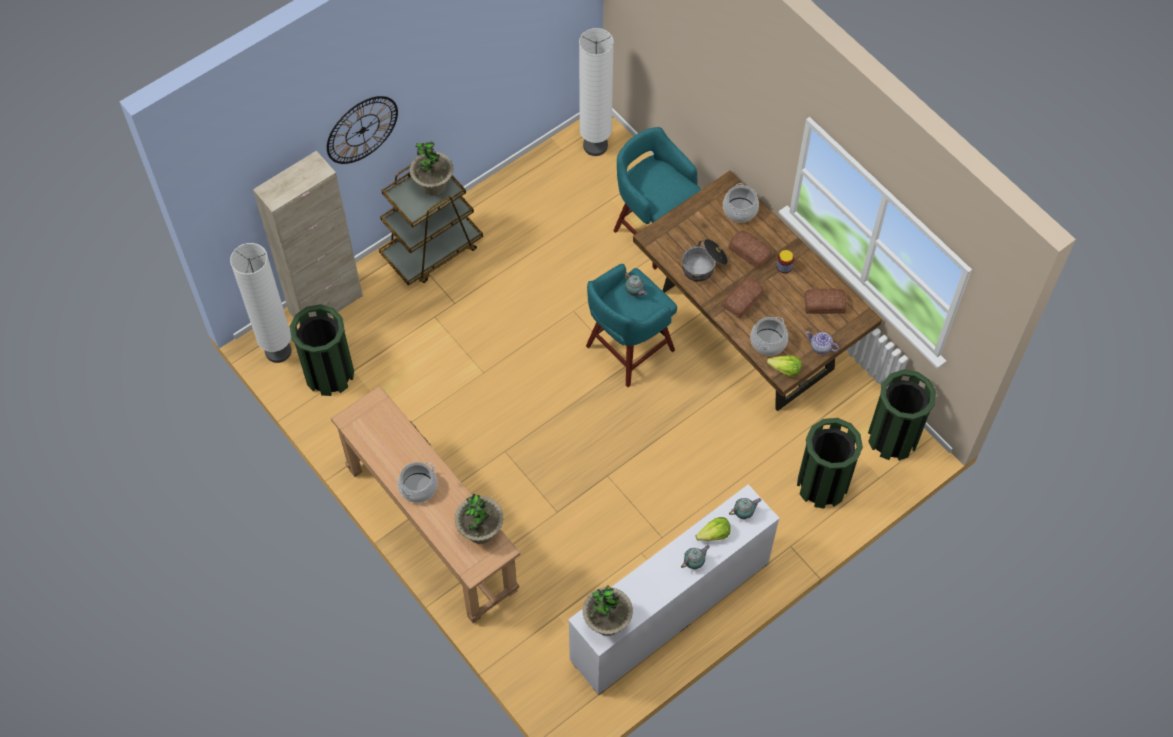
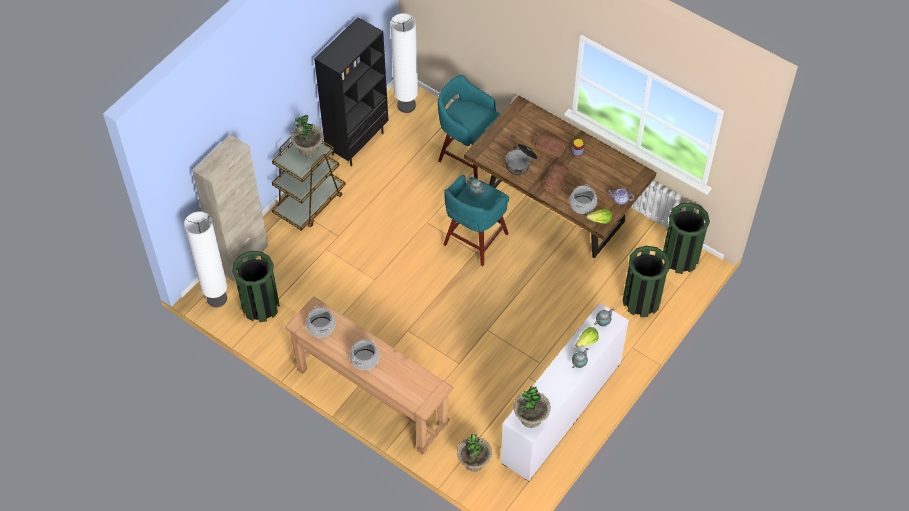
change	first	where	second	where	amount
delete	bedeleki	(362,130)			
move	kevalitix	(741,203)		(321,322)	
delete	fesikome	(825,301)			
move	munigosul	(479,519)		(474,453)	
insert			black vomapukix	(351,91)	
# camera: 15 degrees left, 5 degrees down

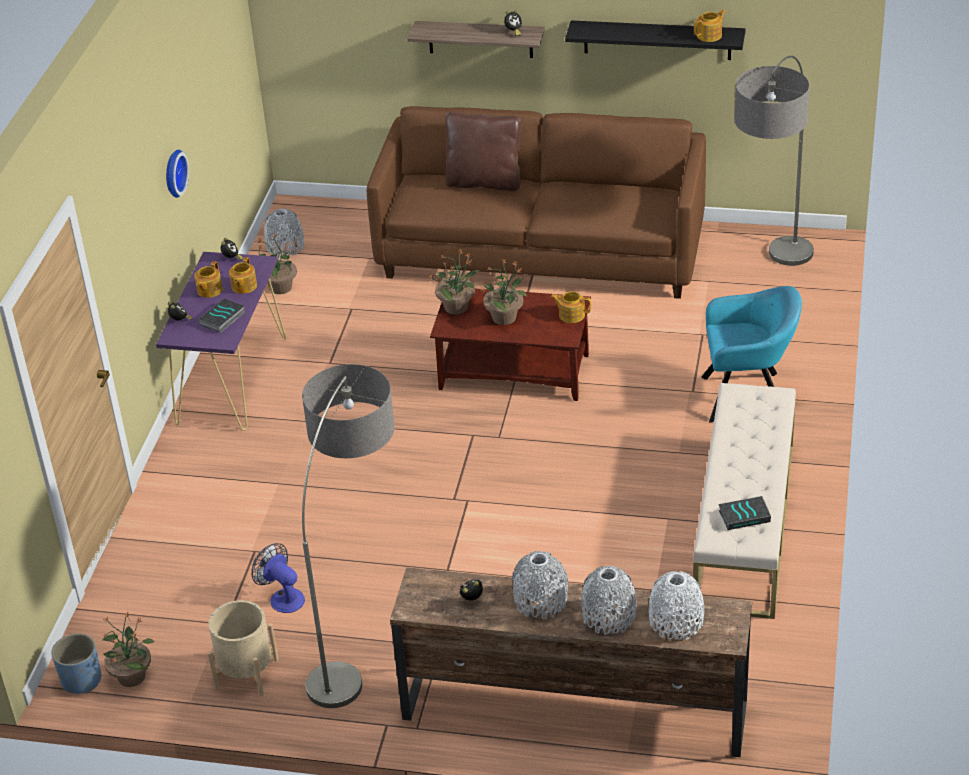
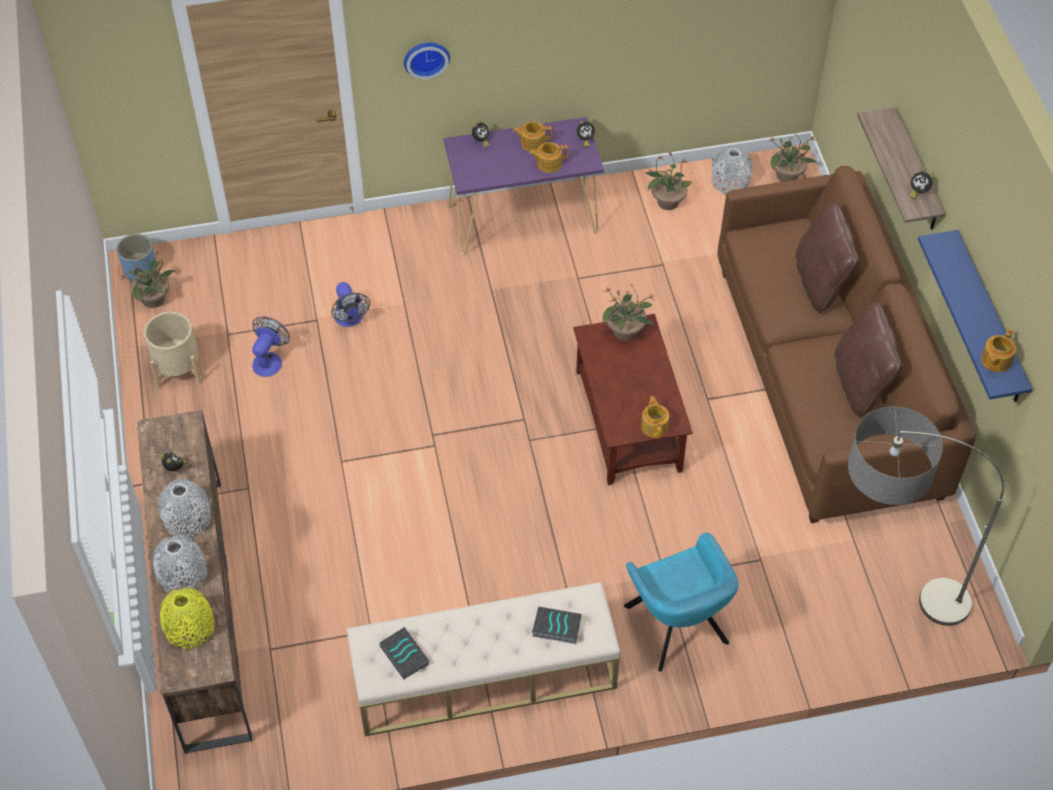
change	first	where	second	where	amount
rotate	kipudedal	(710,26)		(998,350)	90 degrees clockwise
recolor	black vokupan	(655,40)	blue vokupan	(975,316)	
move	bedeleki	(177,174)		(427,61)	
move	munigosul	(504,292)		(793,156)	
move	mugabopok	(222,316)		(556,625)	
delete	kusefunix	(348,536)			
recolor	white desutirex	(676,605)	yellow desutirex	(187,618)	
insert			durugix	(350,304)	
insert			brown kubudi	(869,359)	
# camera: 65 degrees right, 15 degrees up

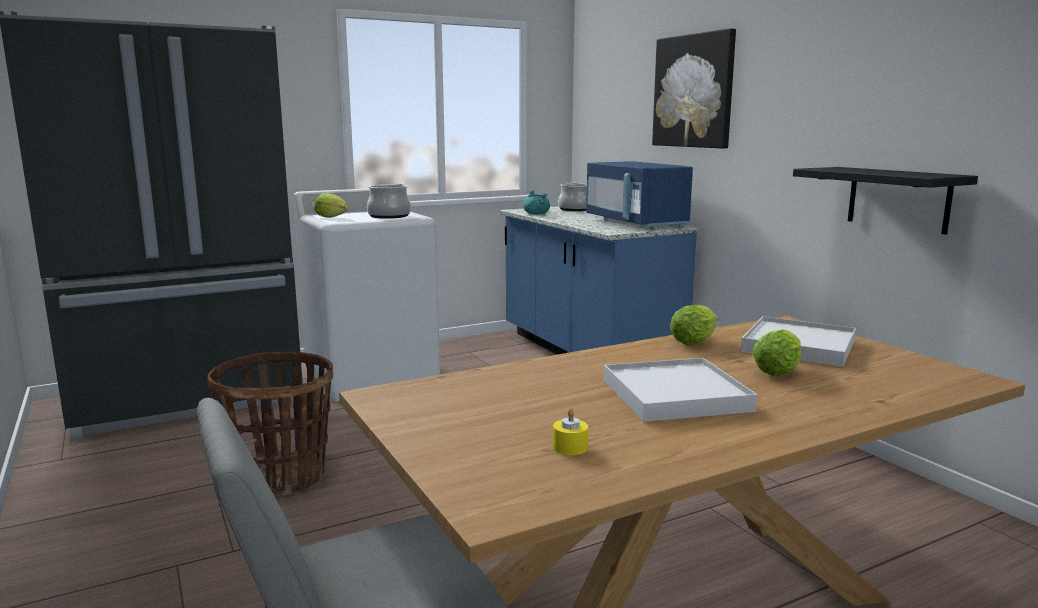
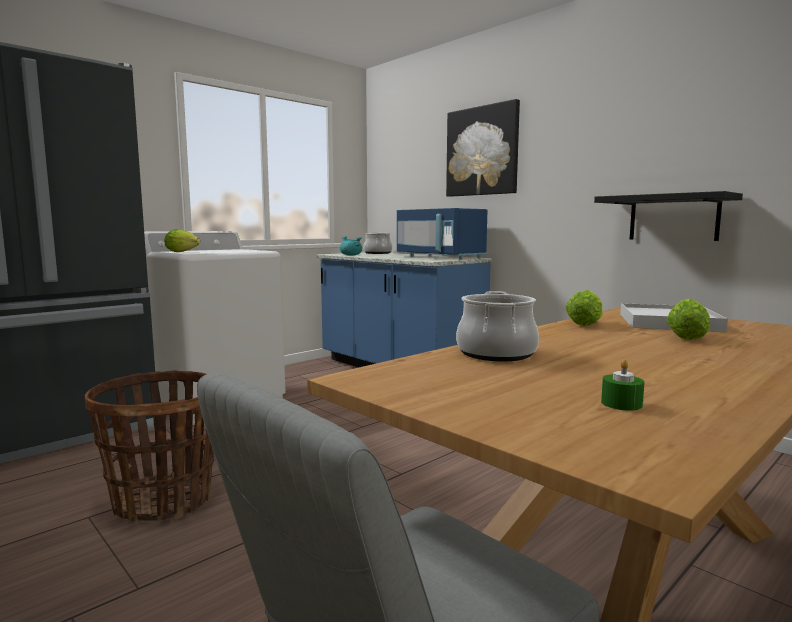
change	first	where	second	where	amount
move	kevalitix	(389,201)		(497,326)	
delete	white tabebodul	(680,390)			
recolor	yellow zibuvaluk	(570,431)	green zibuvaluk	(623,385)	
# camera: 15 degrees left, 5 degrees down

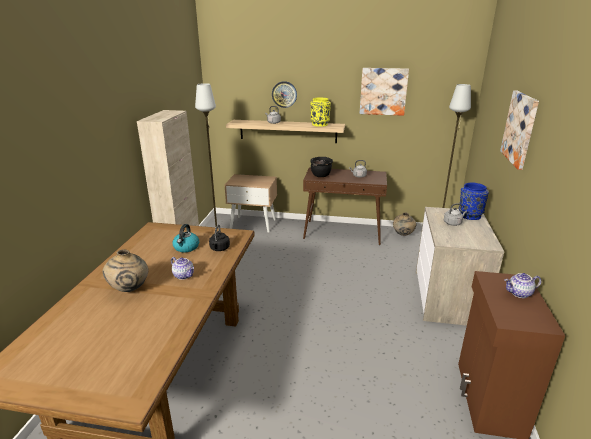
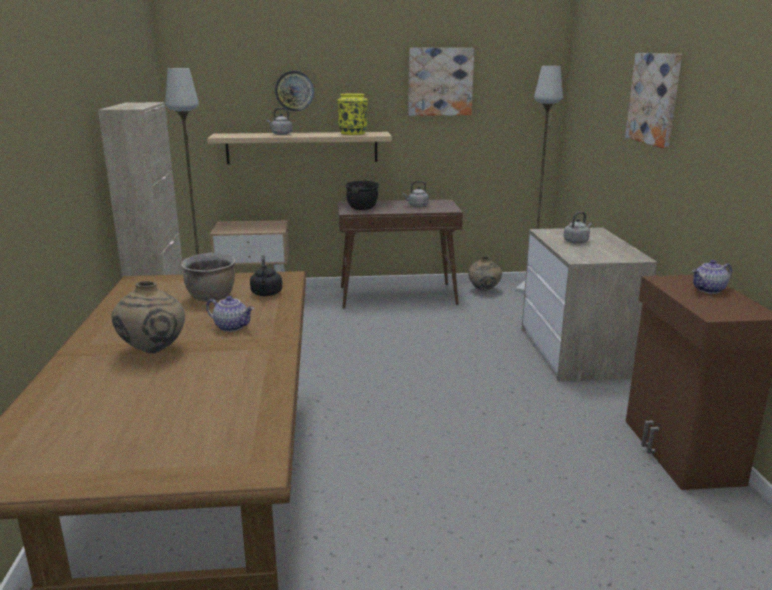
change	first	where	second	where	amount
delete	blue desutirex	(474,201)			
replace	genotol	(186,238)	brown kevalitix	(208,277)	
# camera: 15 degrees left, 5 degrees down

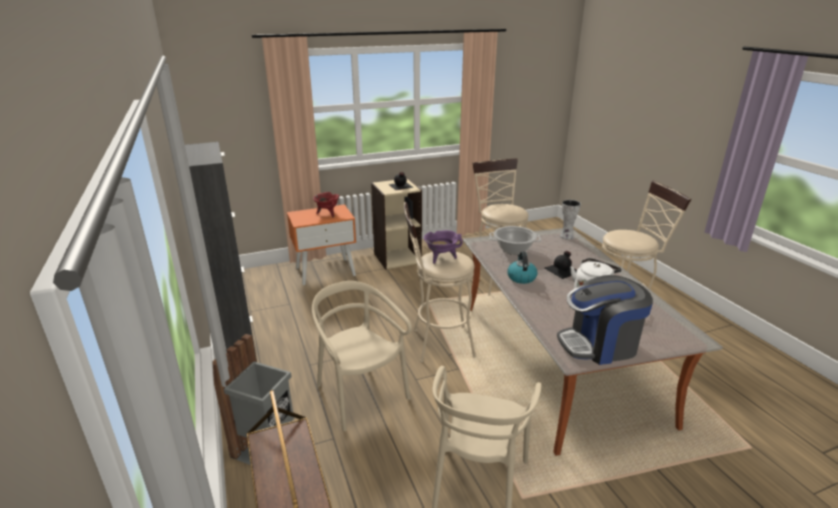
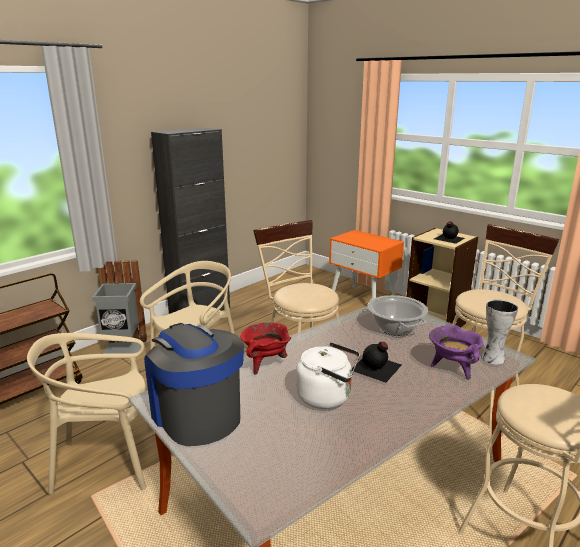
change	first	where	second	where	amount
move	red kevalitix	(326,204)		(265,349)	
move	purple kevalitix	(443,247)		(456,352)	
delete	genotol	(522,267)			
# camera: 65 degrees right, 5 degrees down

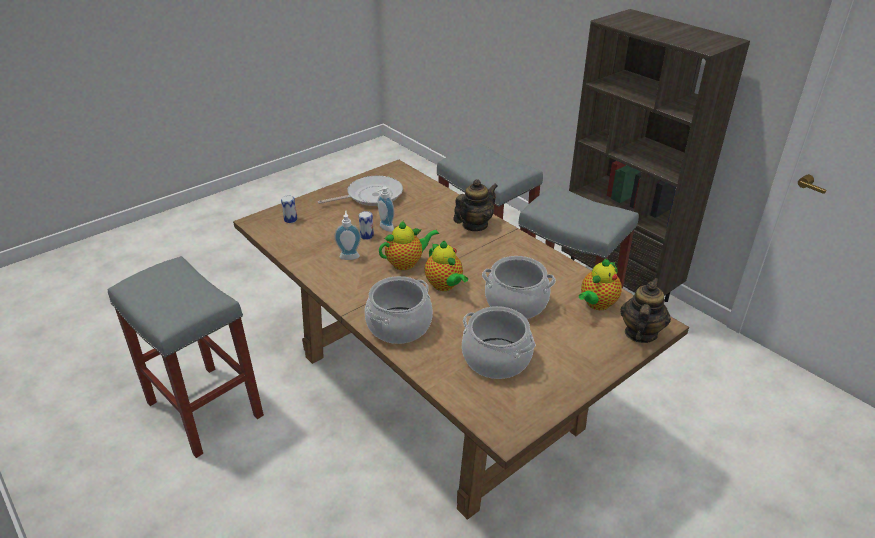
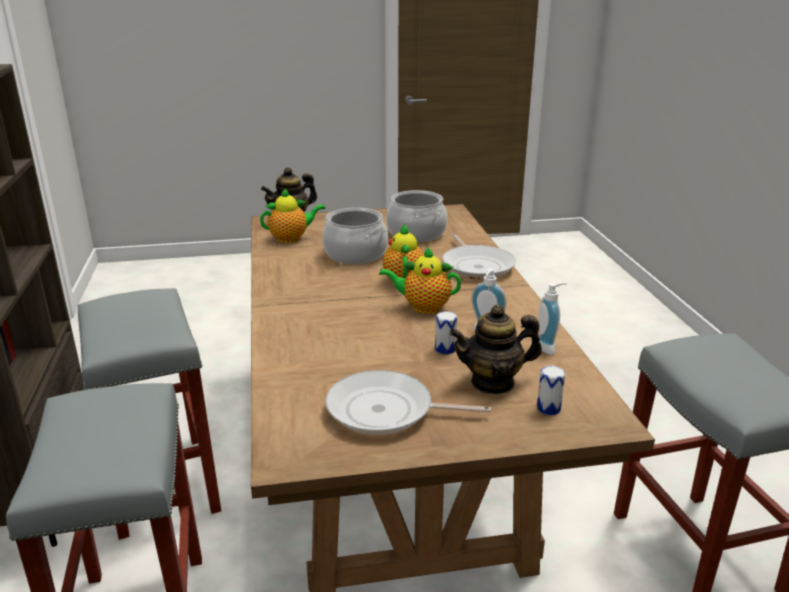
change	first	where	second	where	amount
move	kipudedal	(475,205)		(495,349)	
move	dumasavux	(385,209)		(553,319)	
replace	kevalitix	(399,310)	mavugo	(479,256)	
# camera: 150 degrees left, 10 degrees down

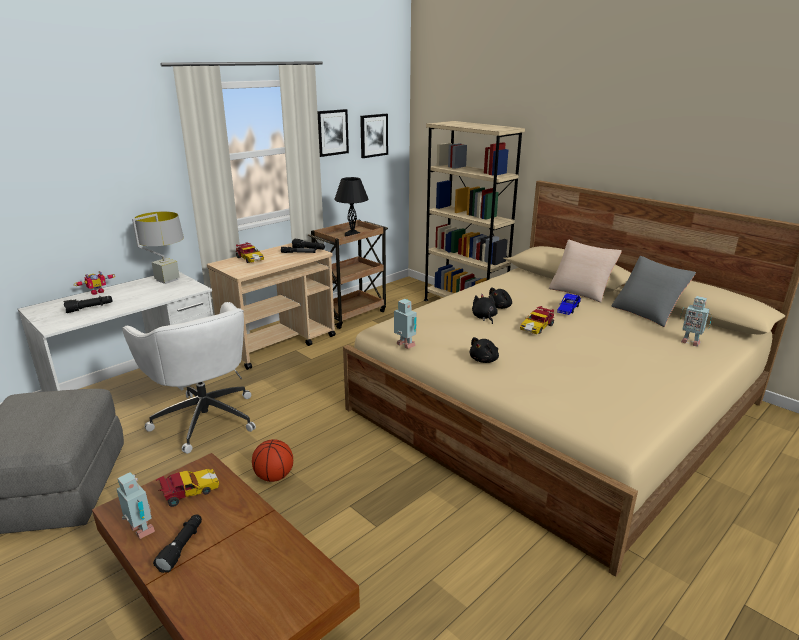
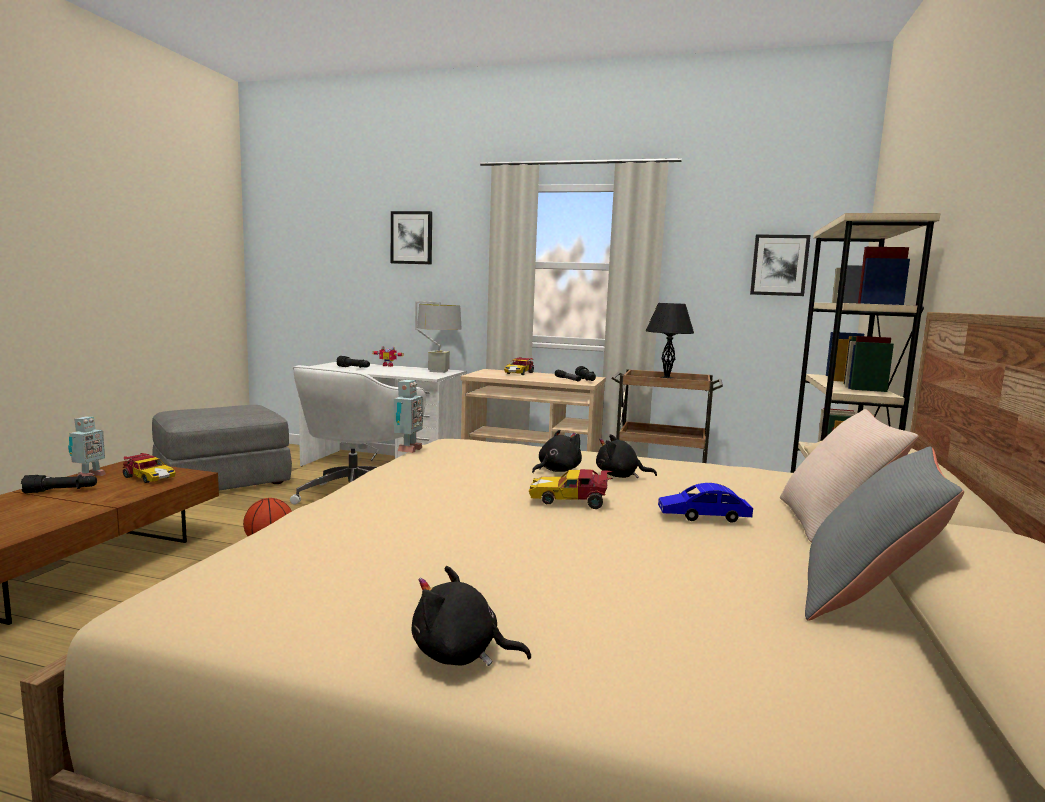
change	first	where	second	where	amount
move	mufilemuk	(333,133)		(411,237)	
delete	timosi	(696,321)			
move	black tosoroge	(484,350)		(471,616)	
# camera: 60 degrees right, 15 degrees down

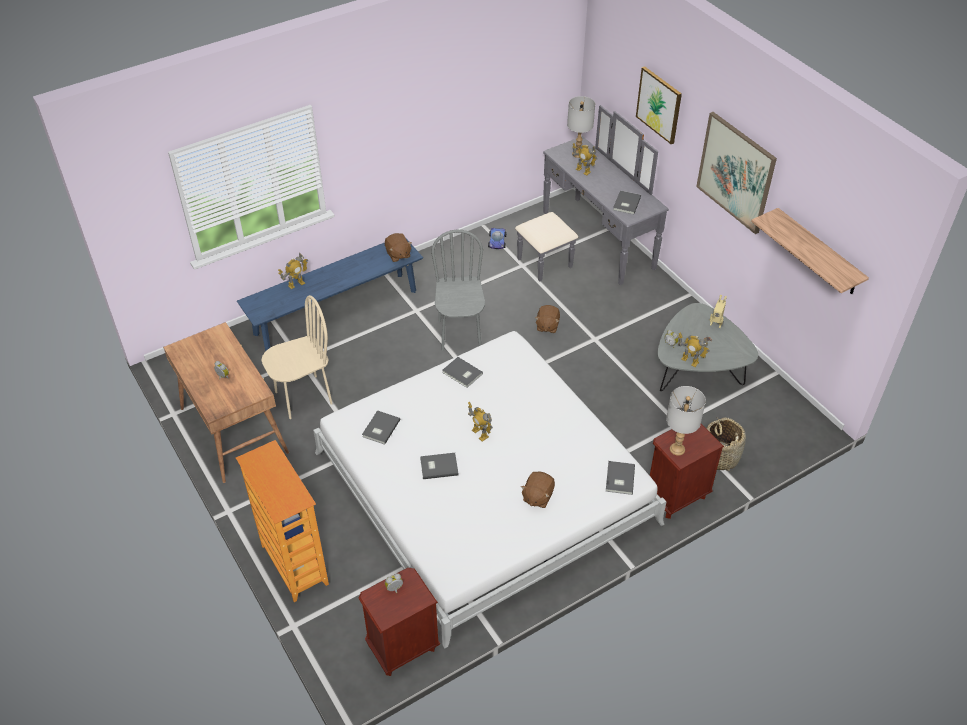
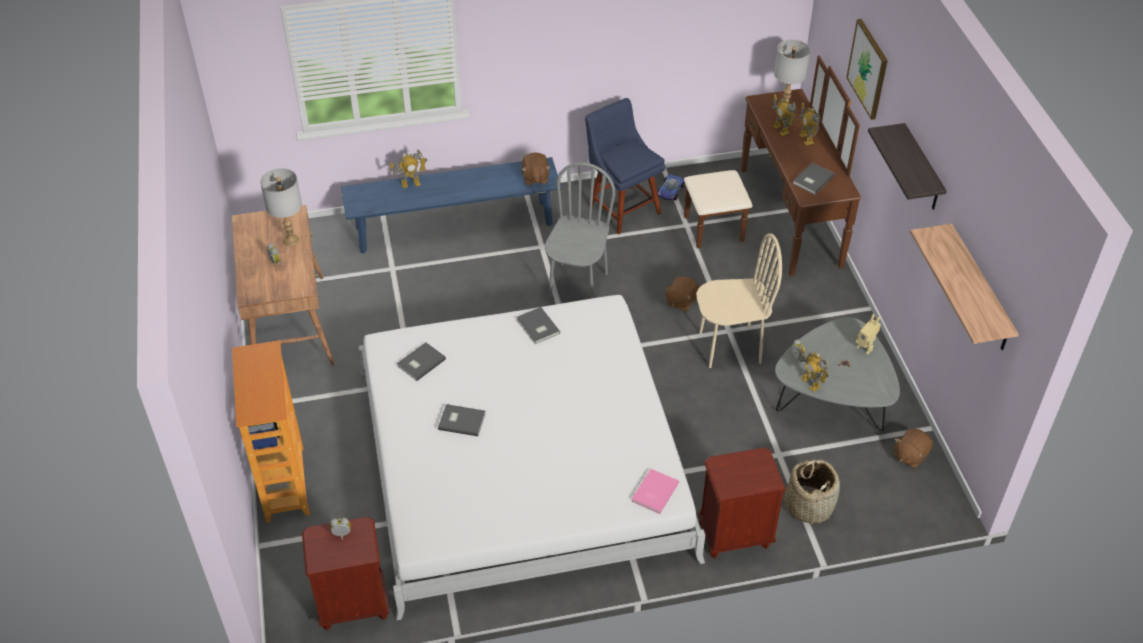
change	first	where	second	where	amount
recolor	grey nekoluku	(592,195)	brown nekoluku	(772,165)	
replace	mufilemuk	(736,173)	vokupan	(907,166)	
move	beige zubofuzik	(297,357)		(739,300)	
move	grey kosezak	(686,420)		(281,207)	
move	timosi	(480,422)		(809,123)	
recolor	grey mugabopok	(620,478)	pink mugabopok	(655,491)	
move	brown tosoroge	(538,489)		(913,448)	
insert			blue zubofuzik	(625,166)	
# camera: 20 degrees right, 0 degrees up

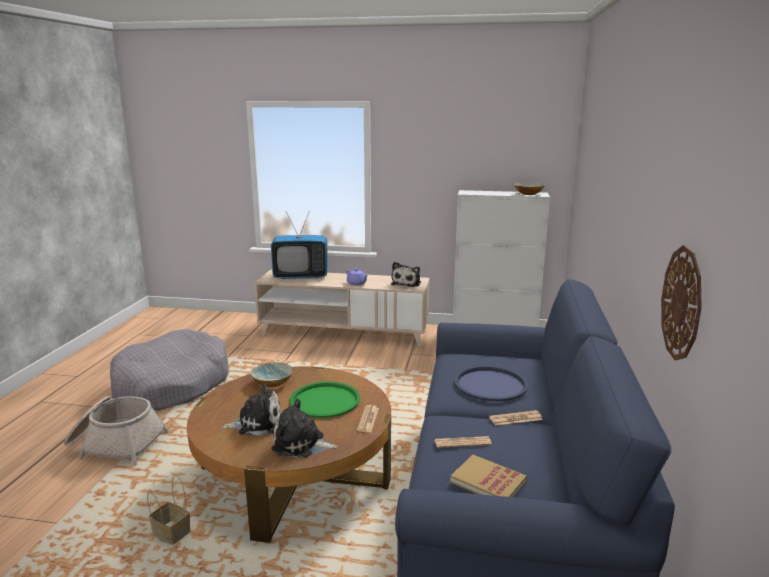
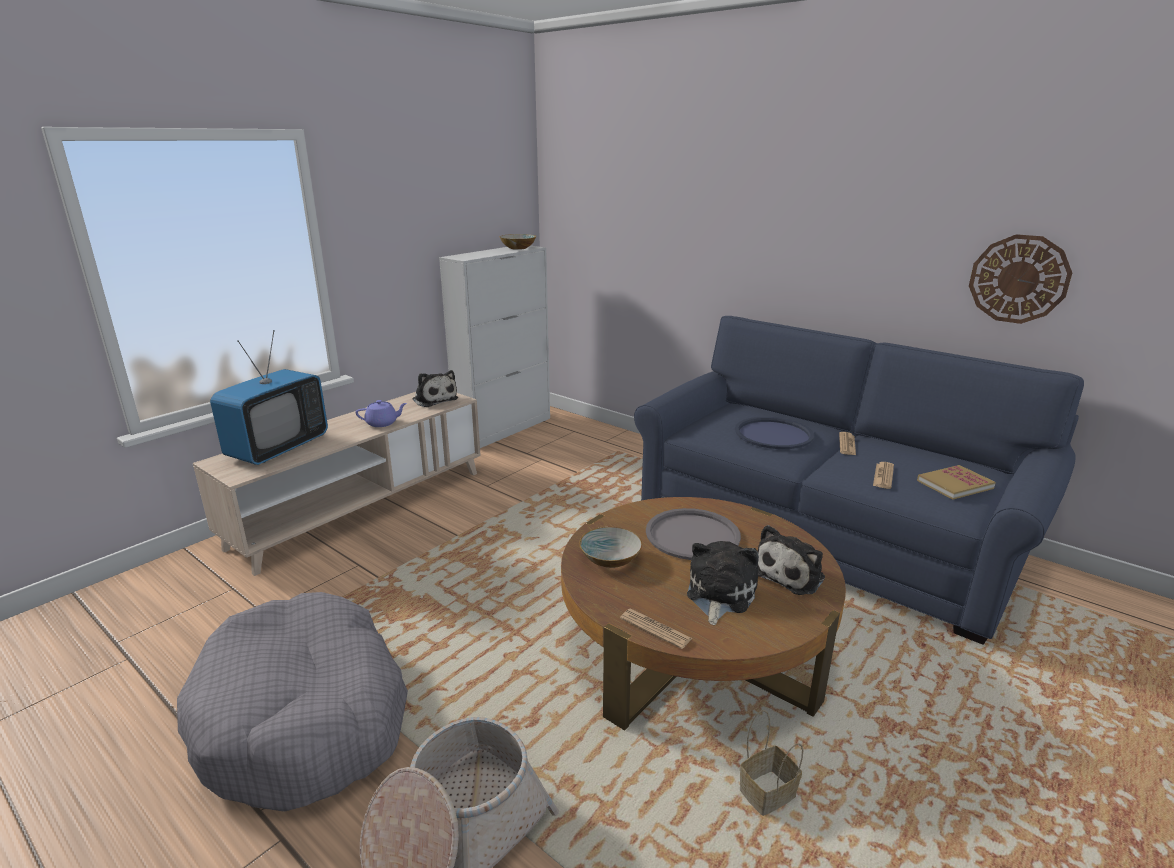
change	first	where	second	where	amount
recolor	green tabebodul	(324,399)	grey tabebodul	(693,534)	
move	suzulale	(368,418)		(656,629)	
# camera: 60 degrees left, 5 degrees up

